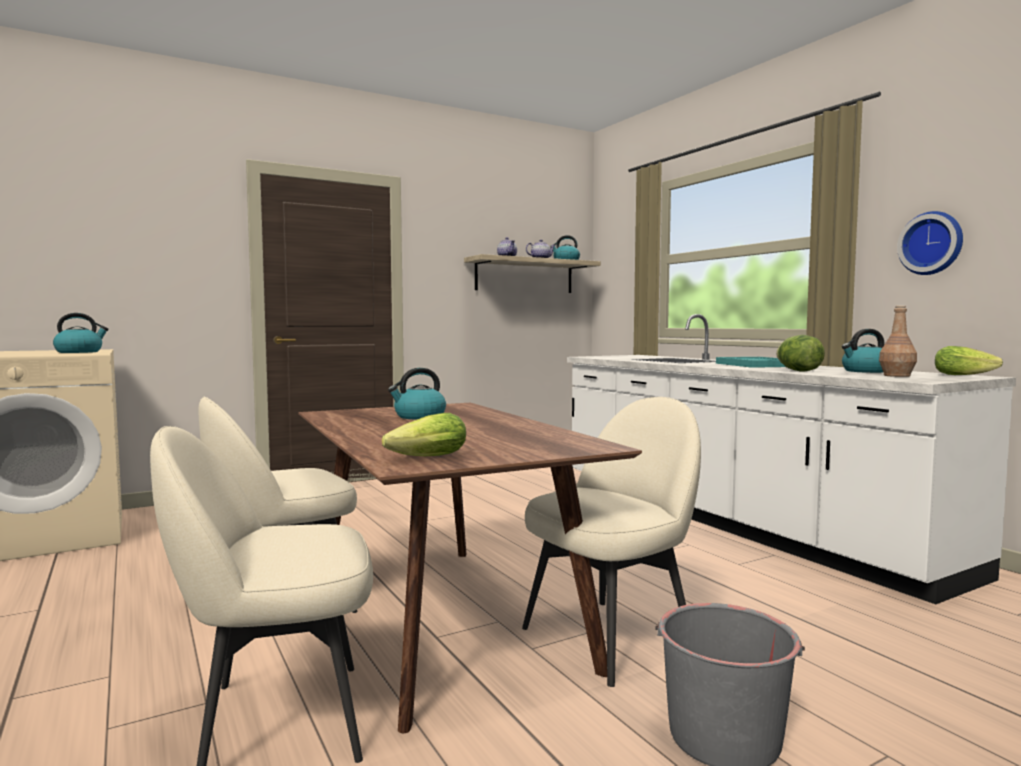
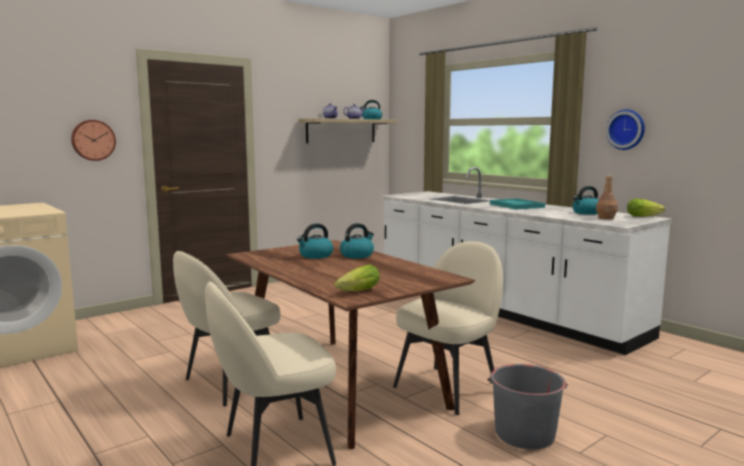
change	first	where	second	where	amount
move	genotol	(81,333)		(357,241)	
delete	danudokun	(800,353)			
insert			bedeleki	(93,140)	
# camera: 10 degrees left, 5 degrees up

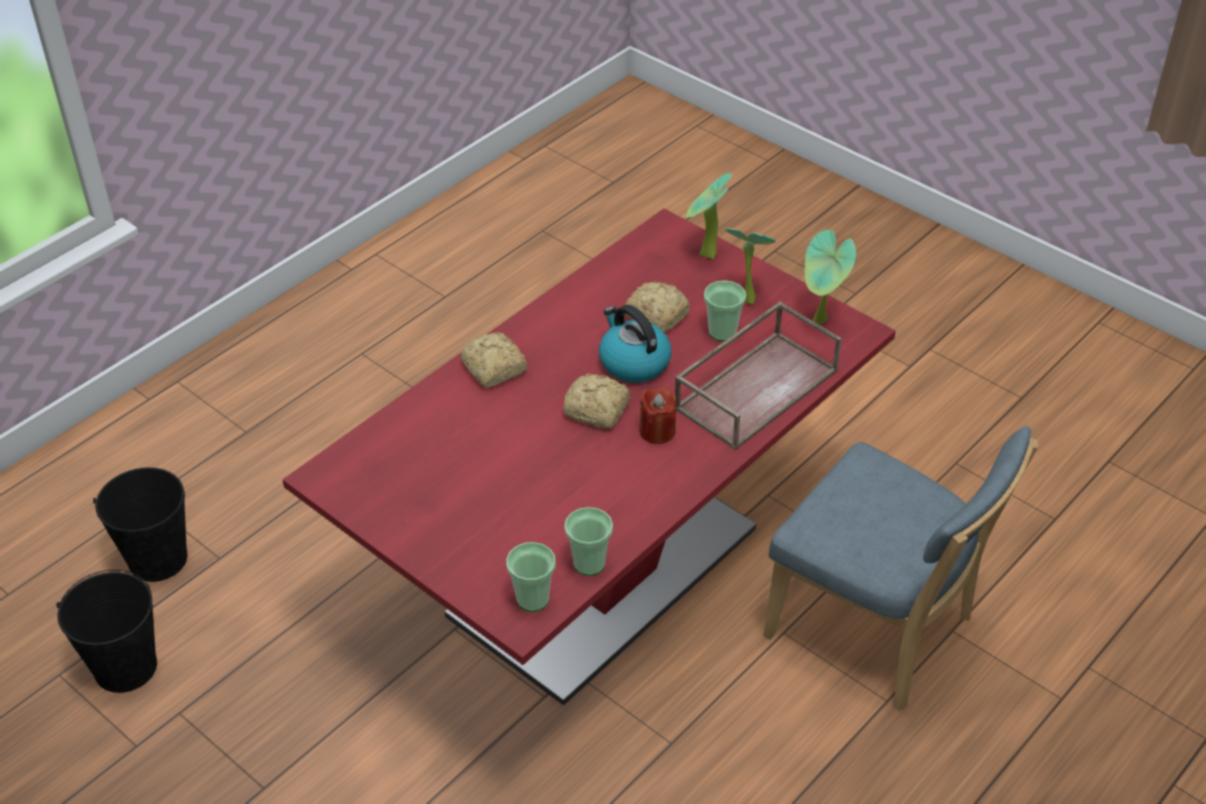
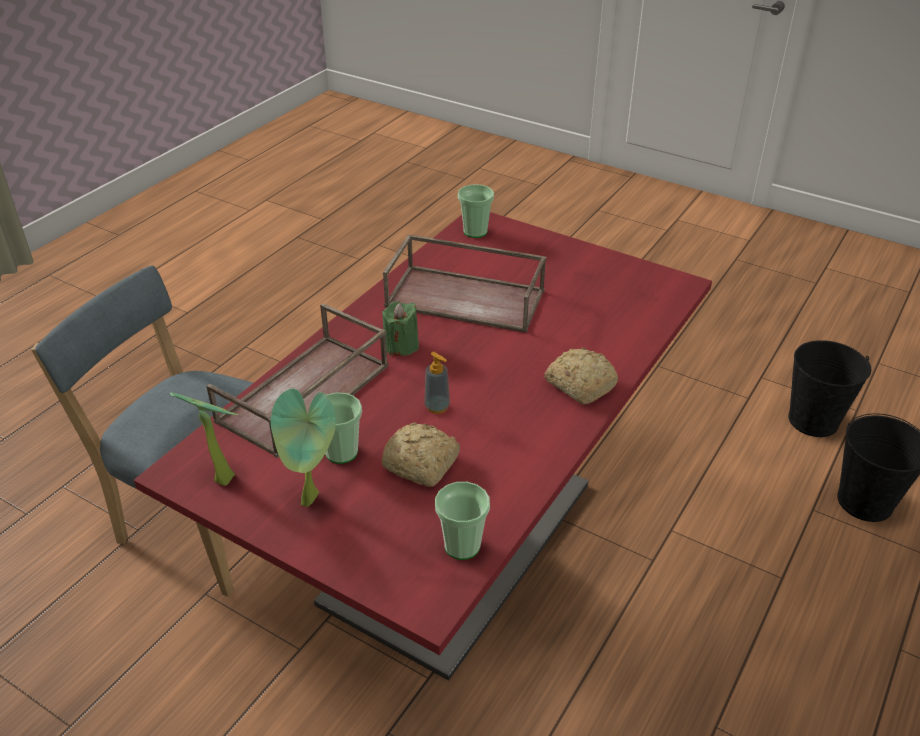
change	first	where	second	where	amount
delete	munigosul	(709,216)			
replace	genotol	(635,344)	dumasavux	(437,383)	
delete	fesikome	(596,401)			
recolor	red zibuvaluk	(657,416)	green zibuvaluk	(400,328)	
move	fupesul	(588,541)		(462,521)	
insert			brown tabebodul	(465,283)	
# camera: 170 degrees right, 5 degrees down

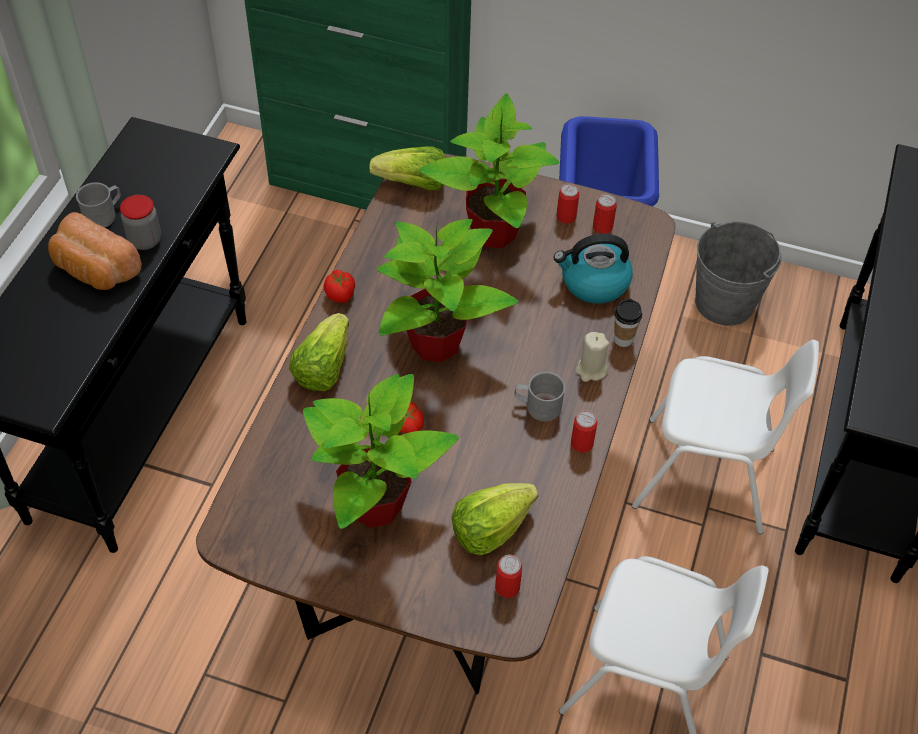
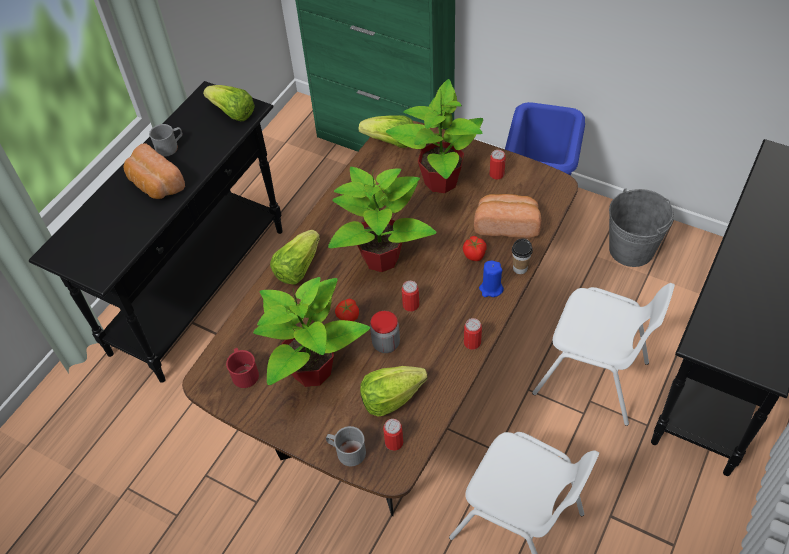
change	first	where	second	where	amount
move	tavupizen	(605,214)		(410,296)	
move	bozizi	(140,222)		(385,332)	
replace	genotol	(593,269)	fesikome	(507,216)	
move	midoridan	(339,286)		(475,248)	
recolor	beige zibuvaluk	(592,357)	blue zibuvaluk	(491,279)	
move	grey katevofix	(539,396)		(346,446)	
insert			danudokun	(229,103)	
insert			red katevofix	(242,368)	
# camera: 15 degrees right, 0 degrees up

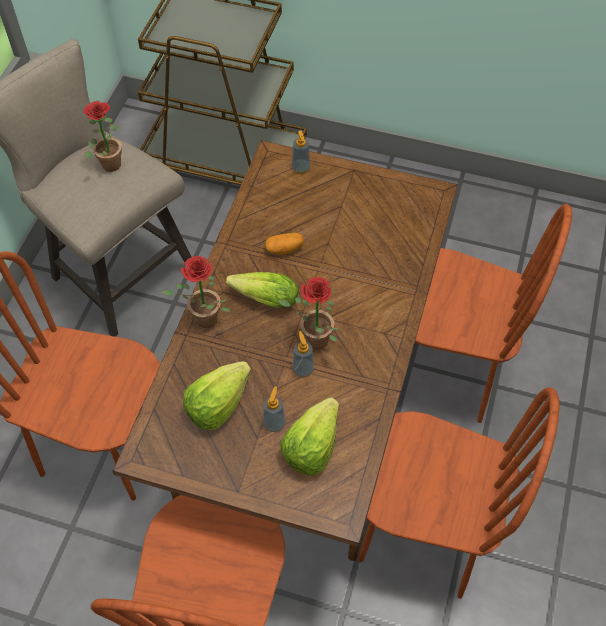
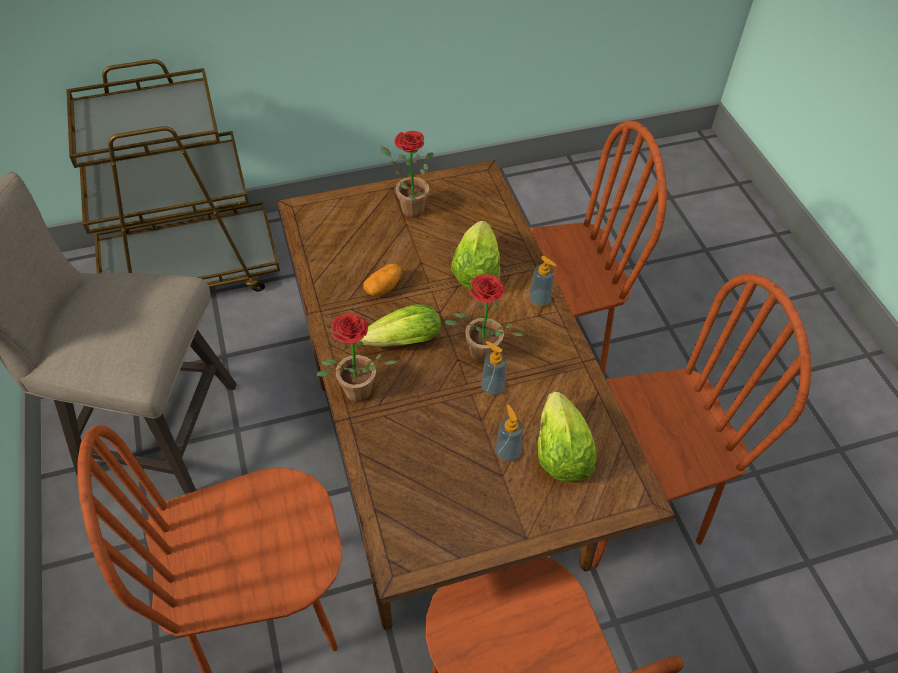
change	first	where	second	where	amount
move	munigosul	(103,136)		(407,174)	
move	dumasavux	(301,152)		(542,281)	
move	danudokun	(217,395)		(475,256)	
# camera: 35 degrees left, 5 degrees down

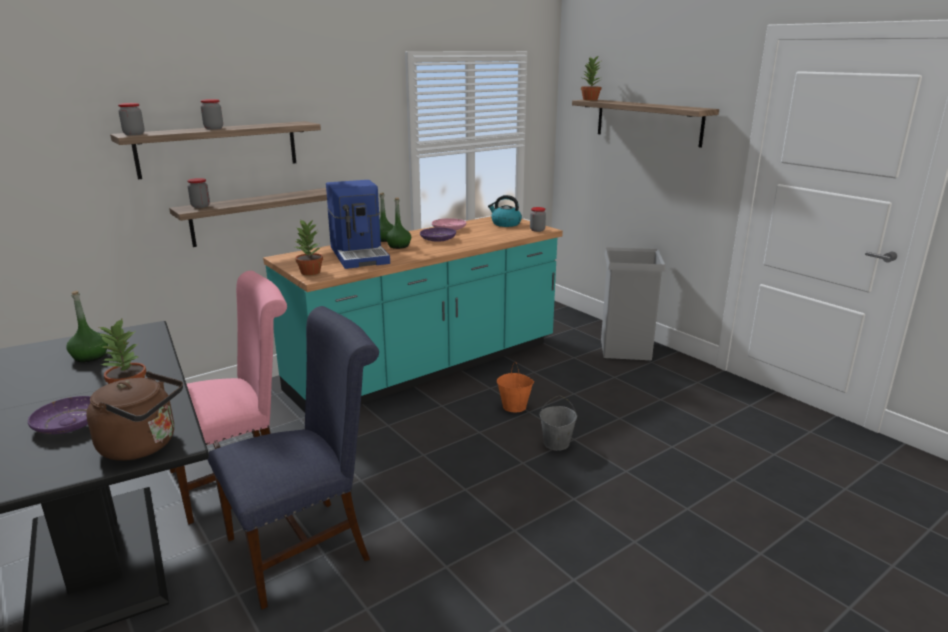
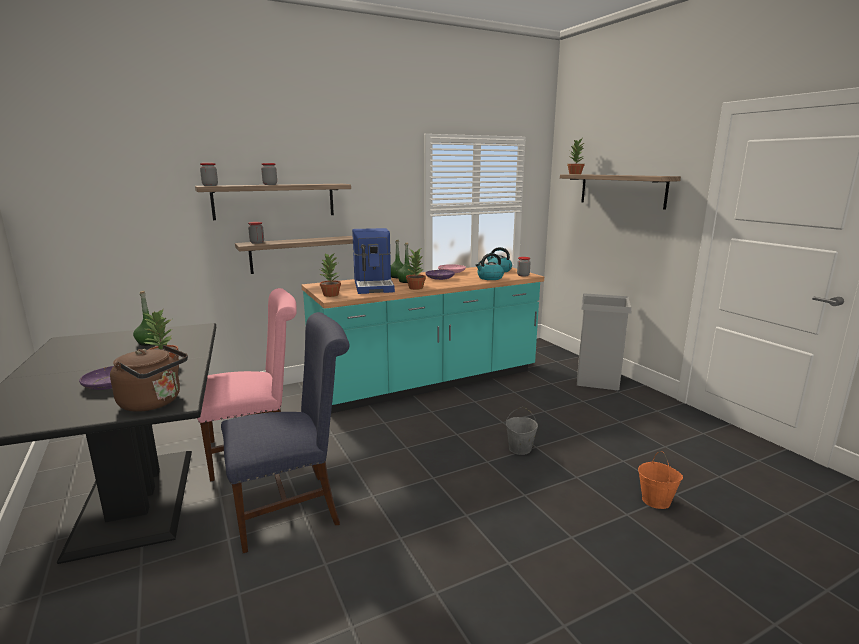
change	first	where	second	where	amount
move	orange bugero	(515,387)		(660,480)	
insert			munigosul	(416,269)	
insert			genotol	(489,266)	
# camera: 10 degrees right, 5 degrees down

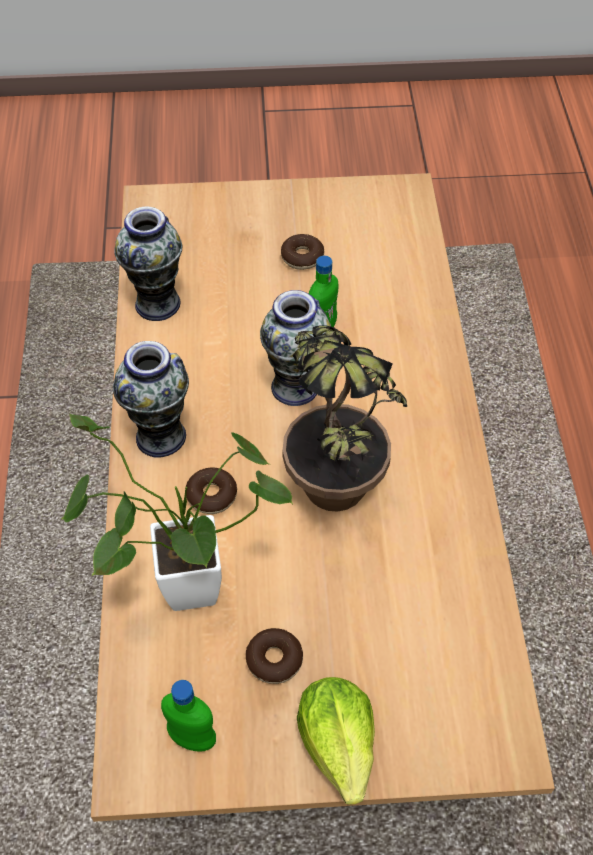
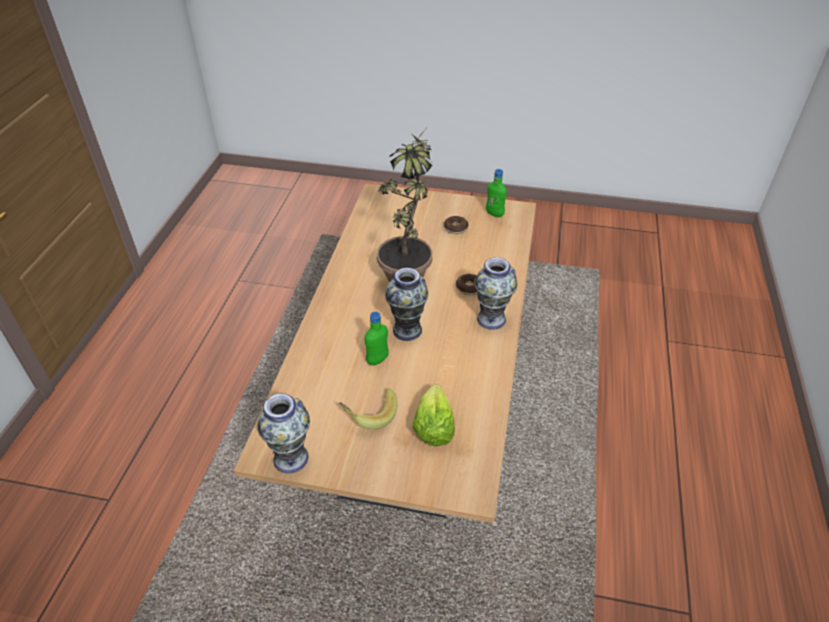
change	first	where	second	where	amount
move	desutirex	(148,263)		(283,433)	
replace	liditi	(302,252)	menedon	(368,409)	
delete	munigosul	(177,512)			
move	danudokun	(336,741)		(433,415)	
# camera: 165 degrees left, 10 degrees down

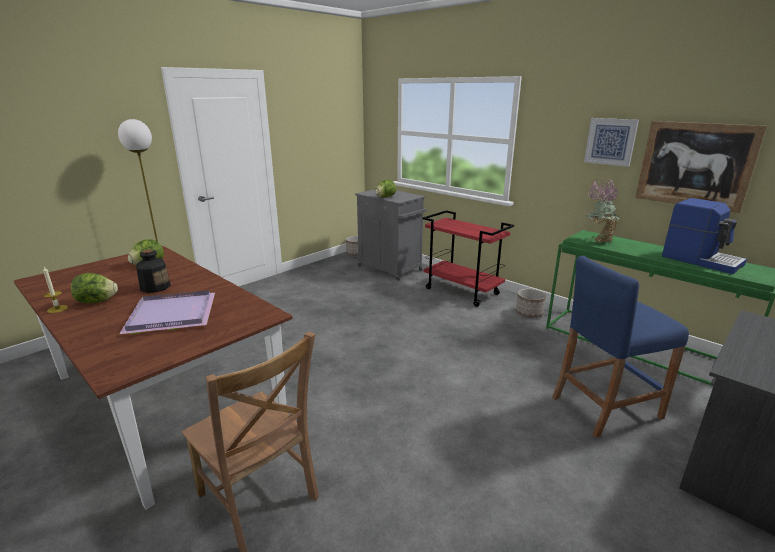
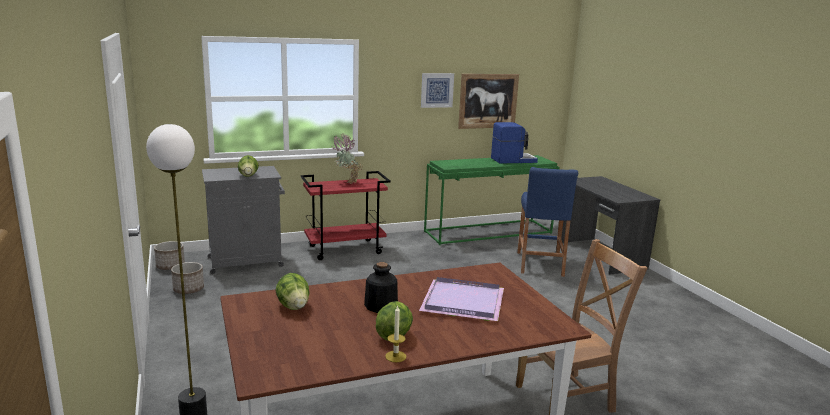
change	first	where	second	where	amount
move	munigosul	(603,210)		(347,158)	
move	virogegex	(531,303)		(187,278)	
# camera: 65 degrees left, 5 degrees down

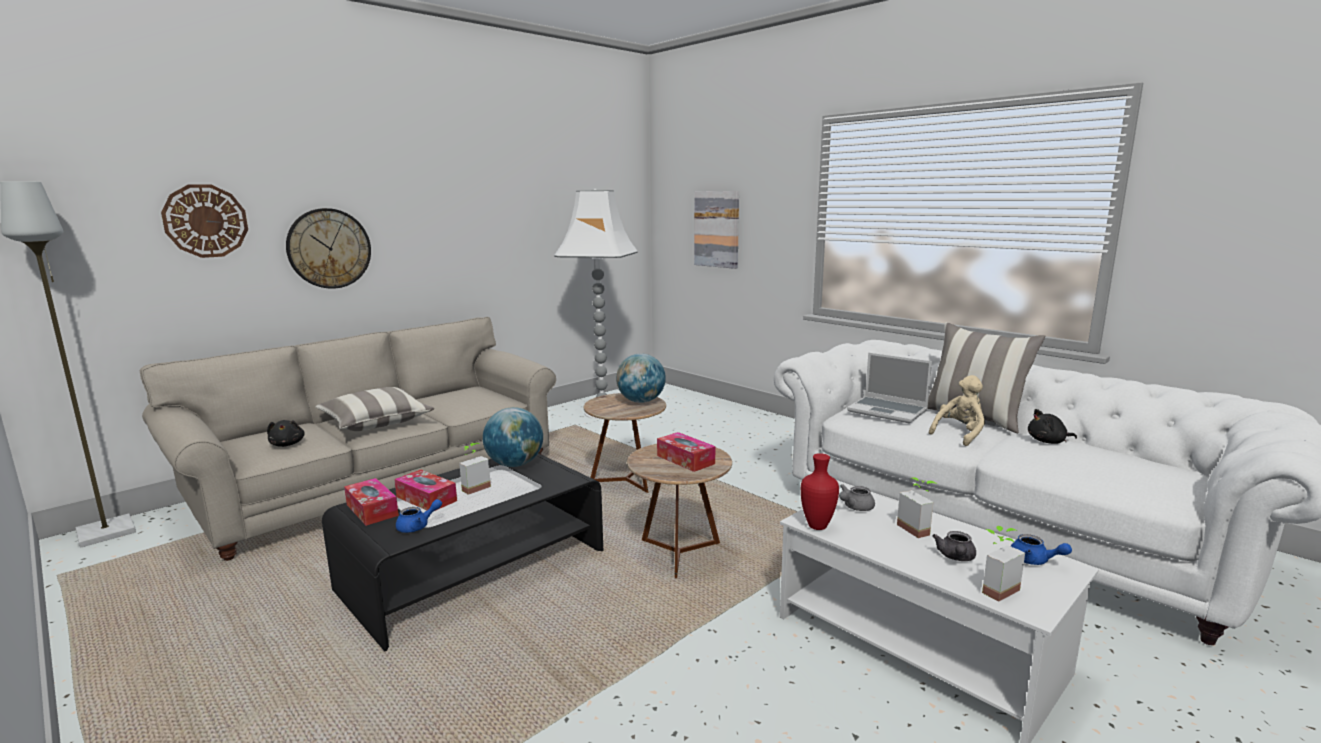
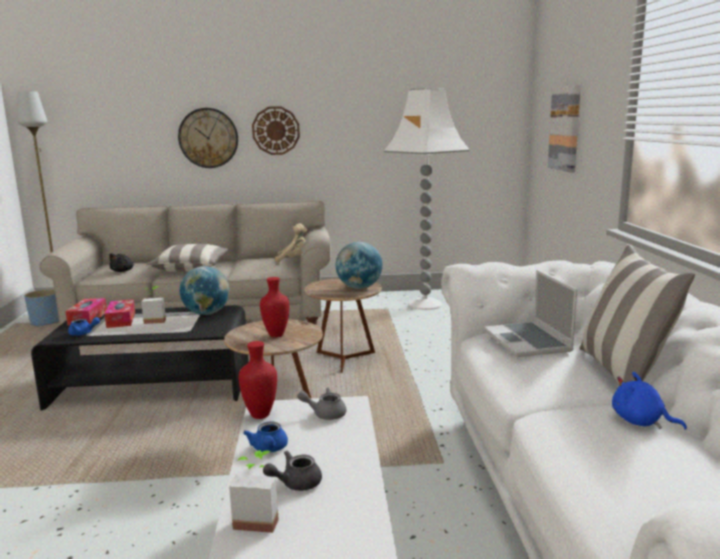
change	first	where	second	where	amount
move	bedeleki	(204,221)		(276,130)	
move	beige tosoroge	(957,410)		(291,243)	
recolor	black tosoroge	(1052,426)	blue tosoroge	(649,401)	
replace	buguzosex	(686,452)	red desutirex	(274,307)	
delete	munigosul	(917,507)			
move	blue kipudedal	(1041,549)		(265,437)	
insert			blue virogegex	(41,308)	
# camera: 40 degrees right, 0 degrees up

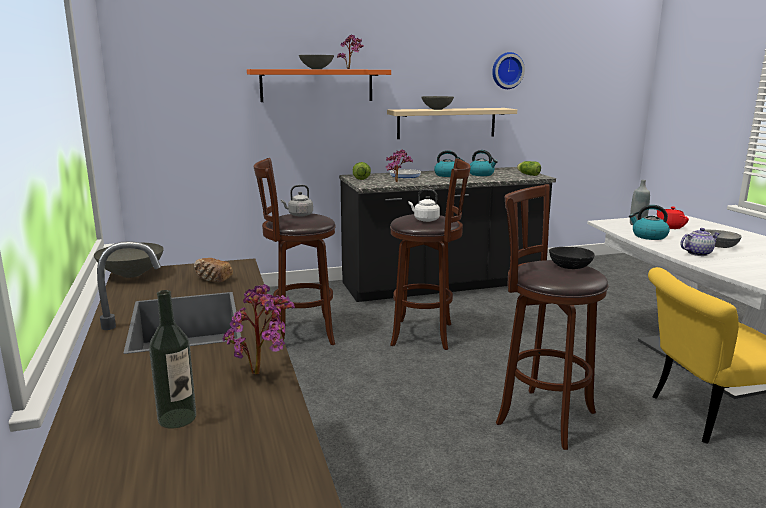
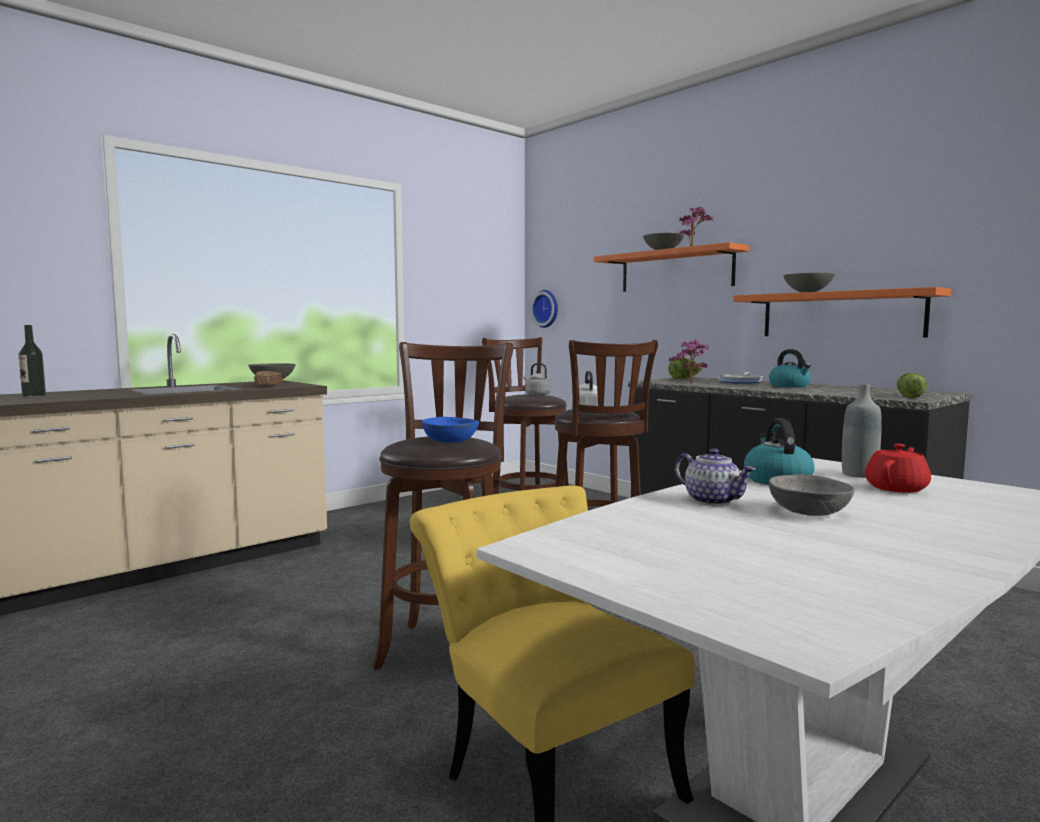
change	first	where	second	where	amount
move	bedeleki	(508,70)		(544,309)	
recolor	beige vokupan	(452,123)	orange vokupan	(842,312)	
delete	genotol	(484,163)			
recolor	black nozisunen	(571,258)	blue nozisunen	(450,430)	
delete	munigosul	(259,329)			
# camera: 65 degrees right, 10 degrees down

